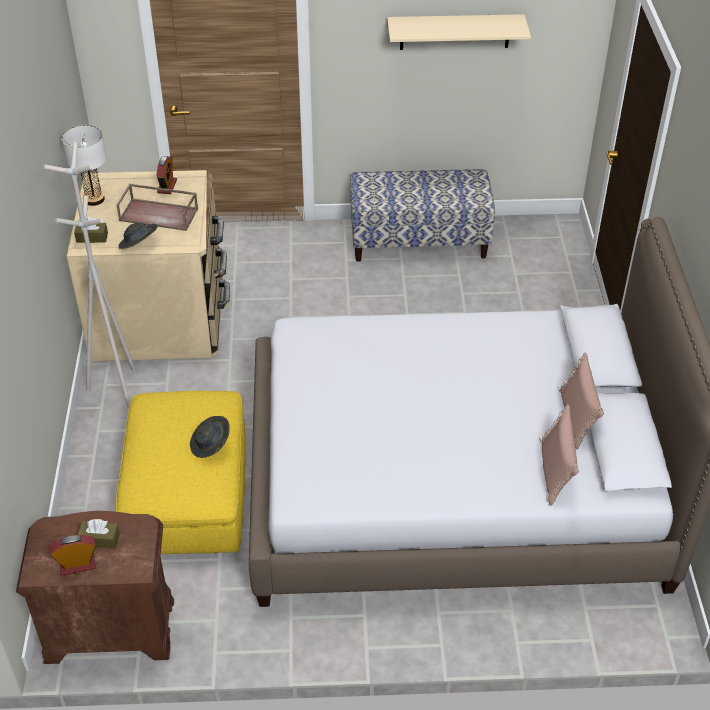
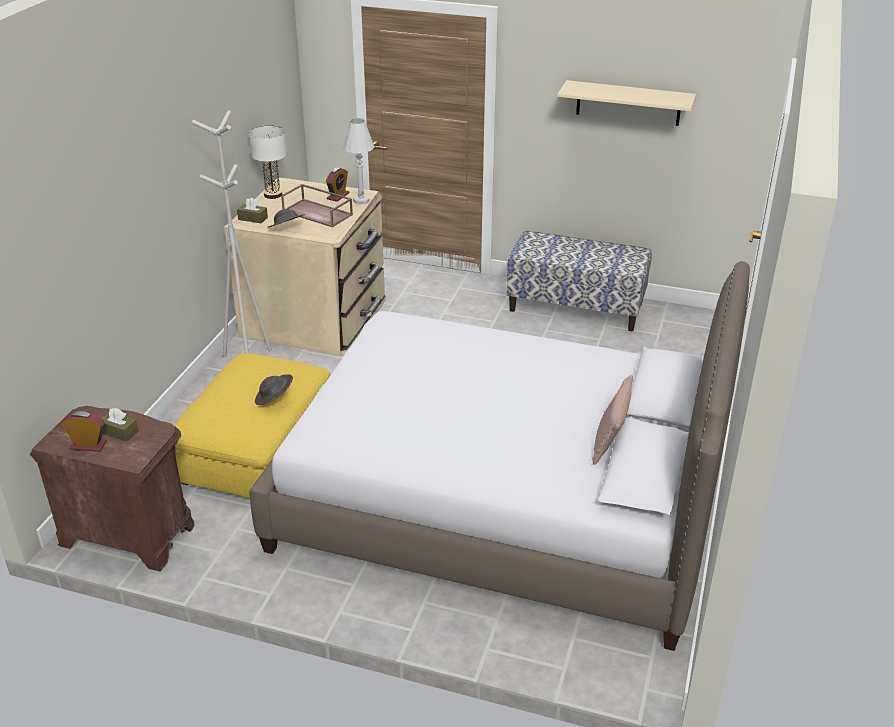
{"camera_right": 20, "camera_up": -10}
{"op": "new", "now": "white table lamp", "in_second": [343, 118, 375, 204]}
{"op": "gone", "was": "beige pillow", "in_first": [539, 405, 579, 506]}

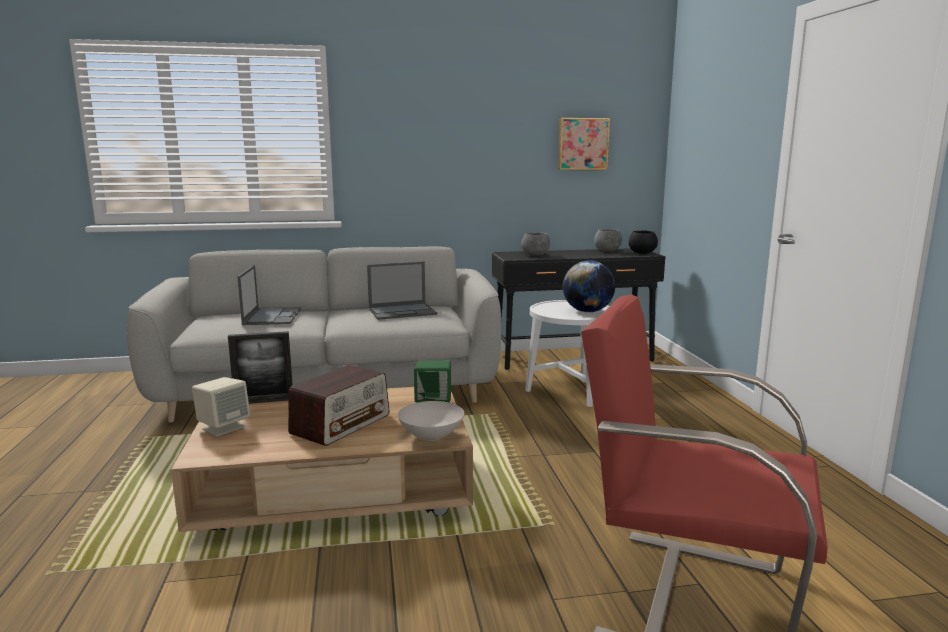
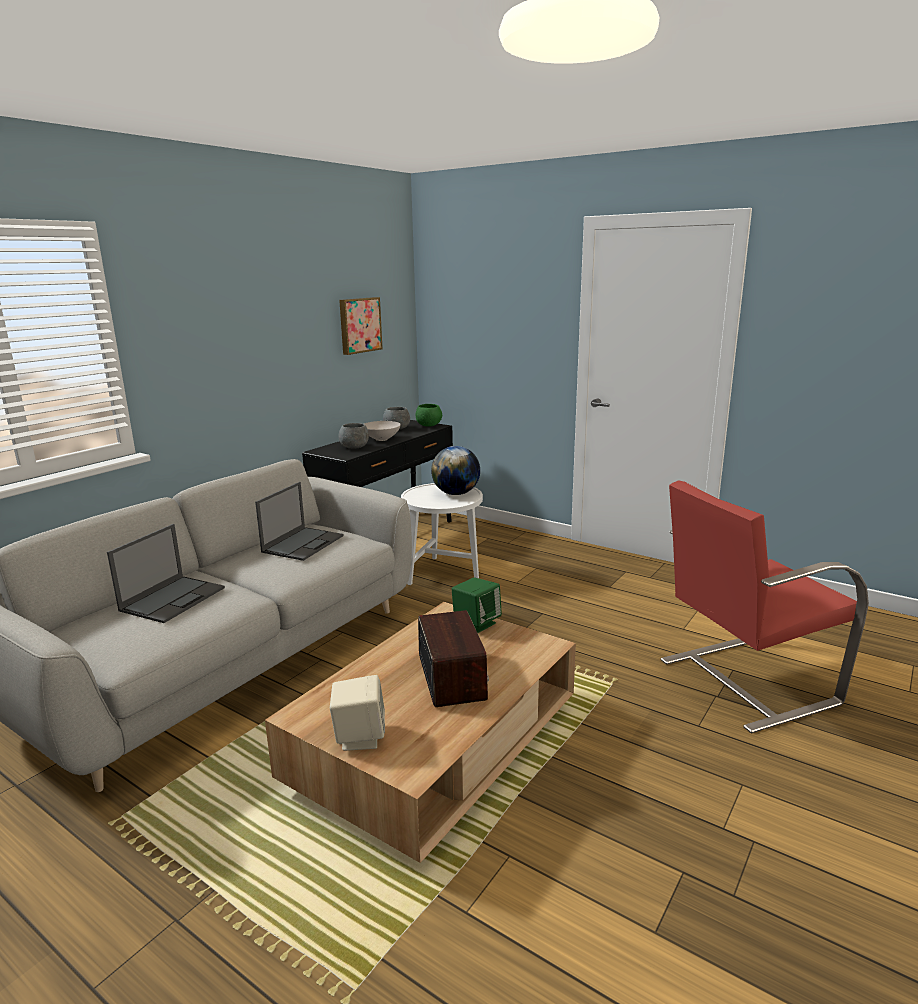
{"camera_right": -45, "camera_up": 5}
{"op": "rotated", "was": "laptop", "in_first": [238, 265, 301, 325], "in_second": [107, 524, 225, 623], "clockwise": 75}
{"op": "shifted", "was": "white bowl", "in_first": [398, 401, 464, 441], "in_second": [364, 421, 401, 441]}
{"op": "repainted", "was": "black bowl", "now": "green bowl", "in_first": [629, 230, 658, 254], "in_second": [416, 404, 442, 427]}
{"op": "gone", "was": "picture frame", "in_first": [228, 331, 293, 404]}

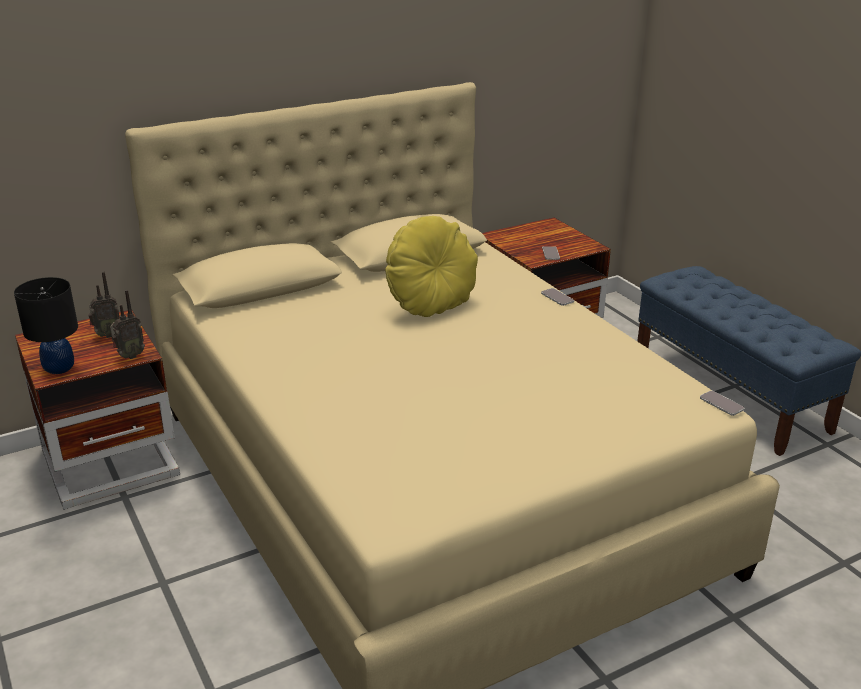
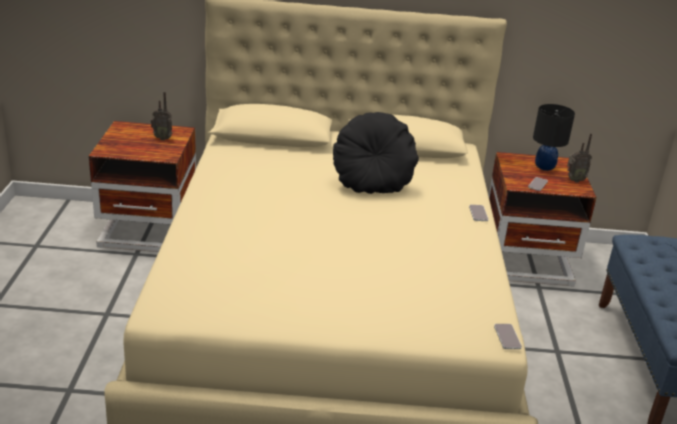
{"camera_right": 30, "camera_up": 0}
{"op": "repainted", "was": "yellow pillow", "now": "black pillow", "in_first": [385, 216, 478, 317], "in_second": [333, 112, 419, 194]}
{"op": "shifted", "was": "black table lamp", "in_first": [14, 277, 78, 374], "in_second": [533, 104, 575, 171]}
{"op": "shifted", "was": "radio", "in_first": [110, 290, 145, 359], "in_second": [567, 133, 592, 182]}

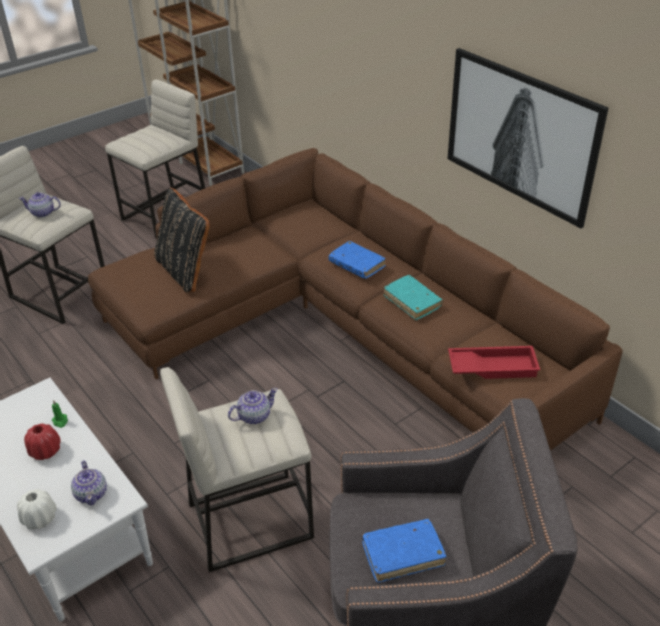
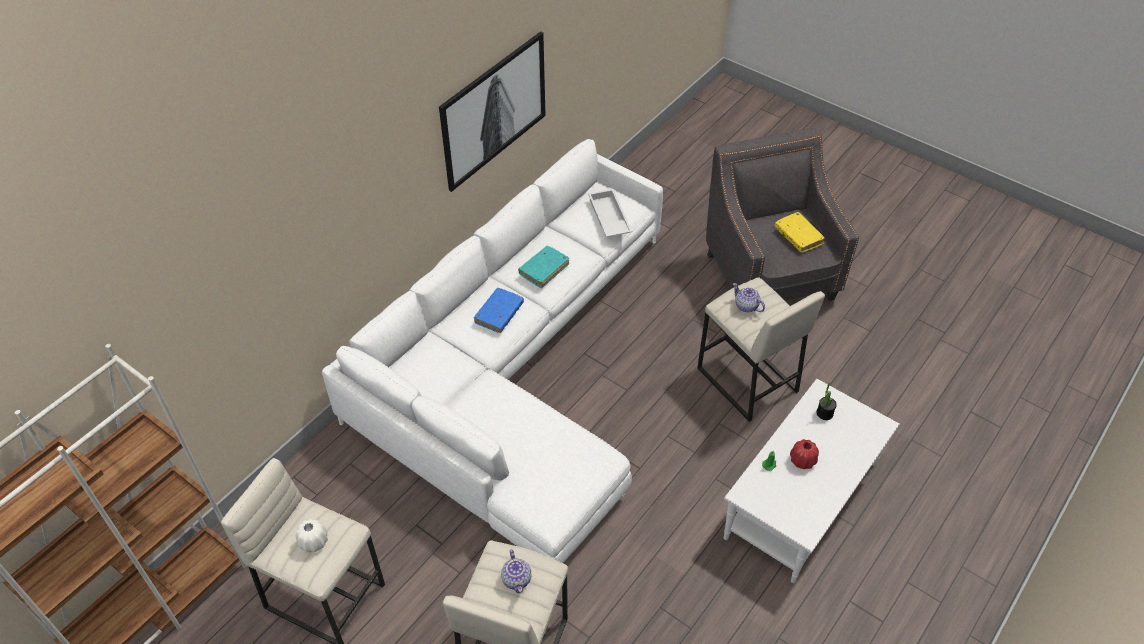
{"camera_right": -105, "camera_up": 10}
{"op": "shifted", "was": "white vase", "in_first": [17, 489, 57, 529], "in_second": [296, 519, 328, 552]}
{"op": "repainted", "was": "brown sofa", "now": "white sofa", "in_first": [88, 148, 623, 451], "in_second": [322, 139, 663, 563]}
{"op": "repainted", "was": "red tray", "now": "white tray", "in_first": [448, 346, 540, 379], "in_second": [588, 189, 632, 237]}
{"op": "repainted", "was": "blue book", "now": "yellow book", "in_first": [362, 519, 447, 583], "in_second": [775, 212, 825, 253]}
{"op": "swapped", "was": "teapot", "now": "potted plant", "in_first": [71, 460, 107, 505], "in_second": [816, 382, 837, 420]}
{"op": "gone", "was": "black pillow", "in_first": [154, 188, 210, 292]}

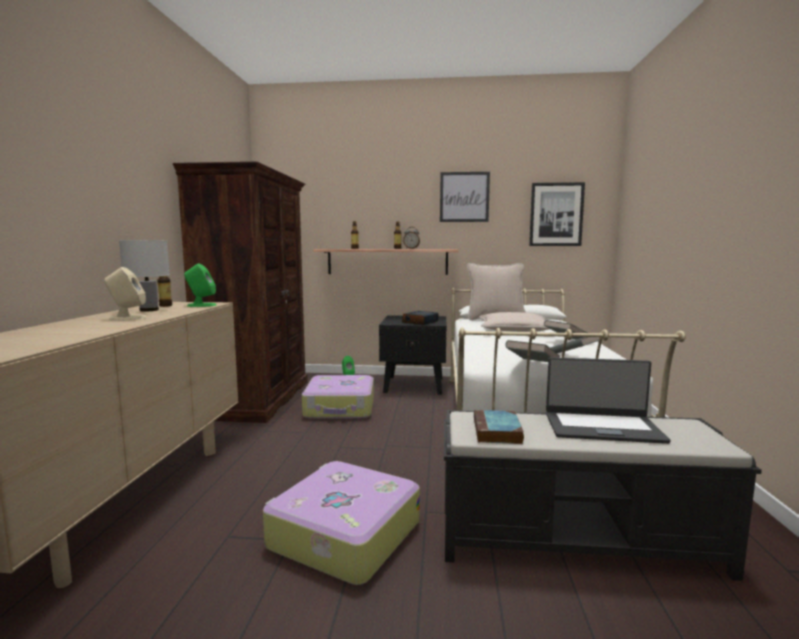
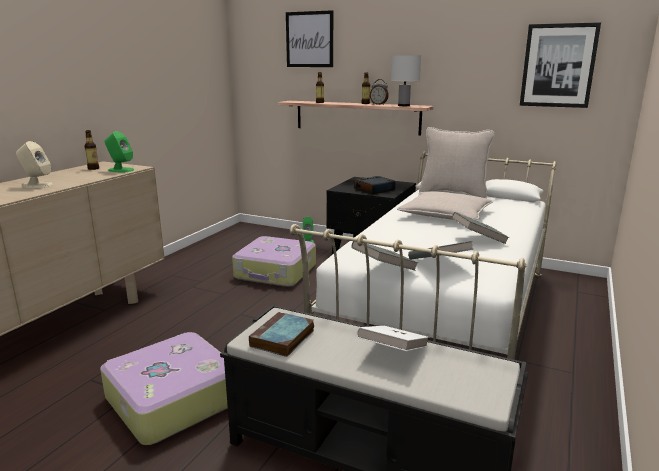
{"camera_right": 20, "camera_up": 10}
{"op": "shifted", "was": "picture", "in_first": [440, 172, 490, 222], "in_second": [286, 10, 333, 67]}
{"op": "swapped", "was": "laptop", "now": "white book", "in_first": [546, 357, 671, 444], "in_second": [357, 326, 429, 351]}
{"op": "shifted", "was": "white table lamp", "in_first": [119, 240, 170, 312], "in_second": [390, 55, 421, 106]}
{"op": "gone", "was": "brown wardrobe", "in_first": [173, 161, 308, 423]}

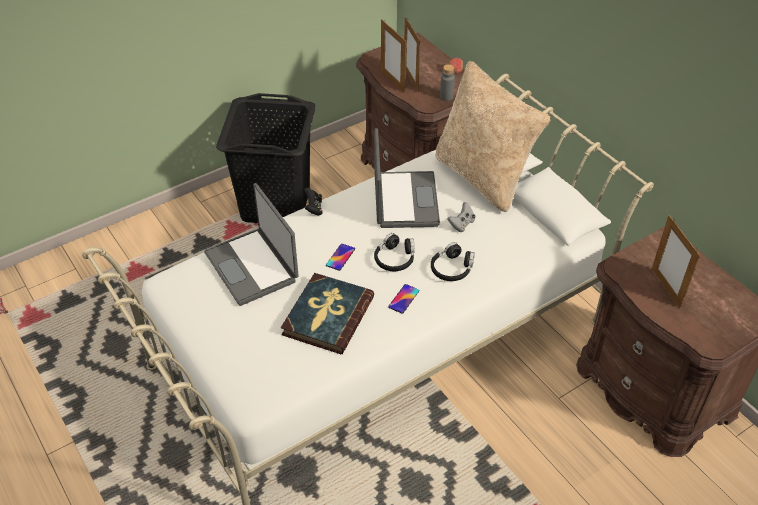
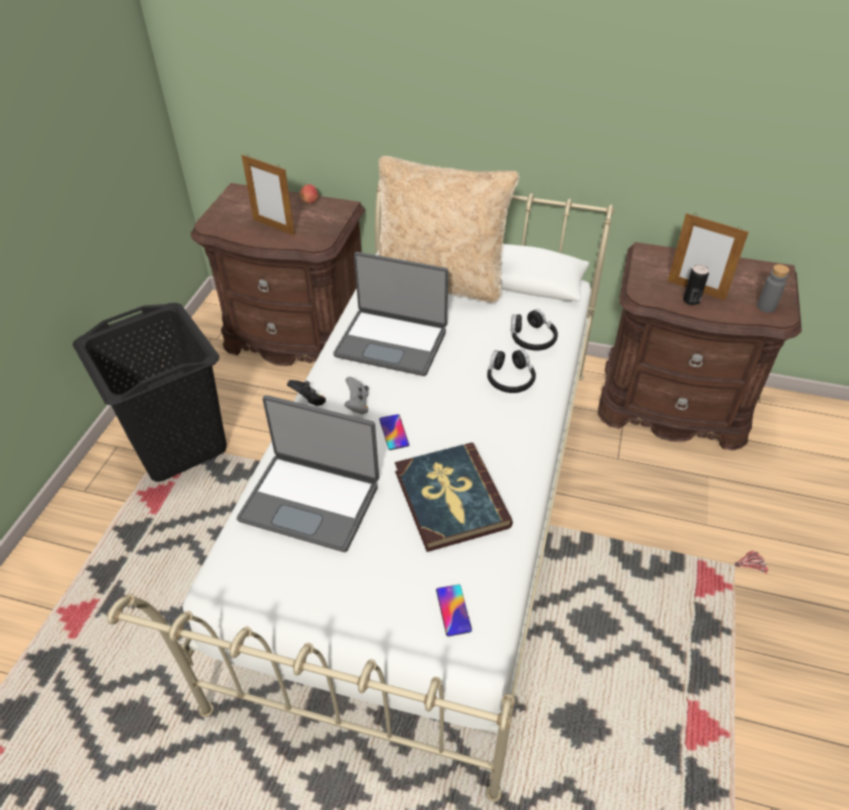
{"camera_right": -40, "camera_up": 0}
{"op": "rotated", "was": "laptop", "in_first": [374, 128, 440, 228], "in_second": [333, 252, 448, 376], "clockwise": 150}
{"op": "shifted", "was": "grey game controller", "in_first": [448, 202, 475, 232], "in_second": [344, 377, 369, 414]}
{"op": "shifted", "was": "phone", "in_first": [388, 284, 419, 314], "in_second": [436, 584, 472, 636]}
{"op": "shifted", "was": "black headphones", "in_first": [374, 233, 415, 271], "in_second": [511, 309, 558, 351]}
{"op": "new", "now": "can", "in_second": [683, 264, 709, 305]}
{"op": "shifted", "was": "grey bottle", "in_first": [440, 64, 455, 101], "in_second": [757, 264, 789, 313]}
{"op": "gone", "was": "picture frame", "in_first": [381, 19, 406, 93]}

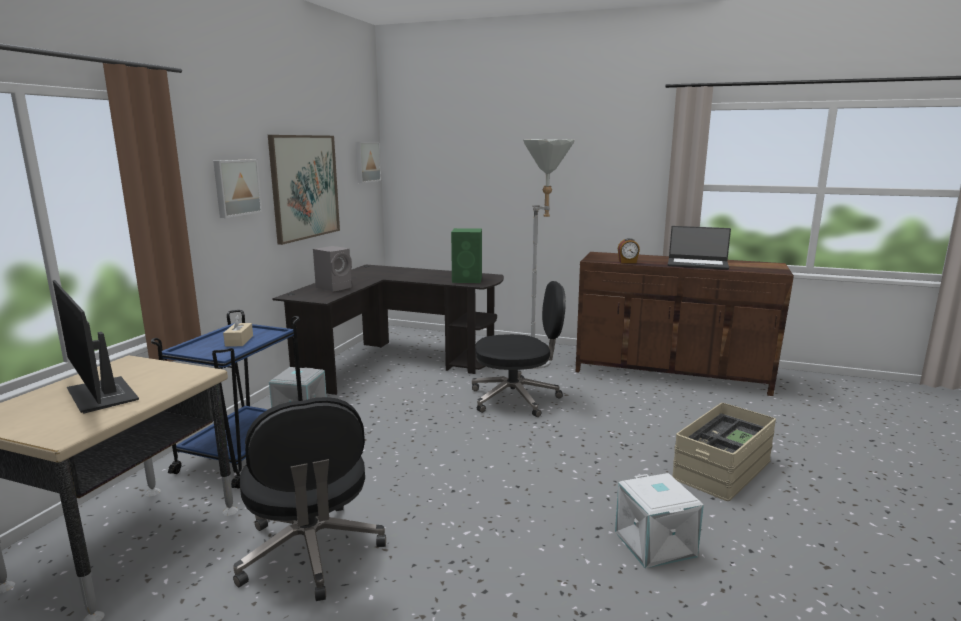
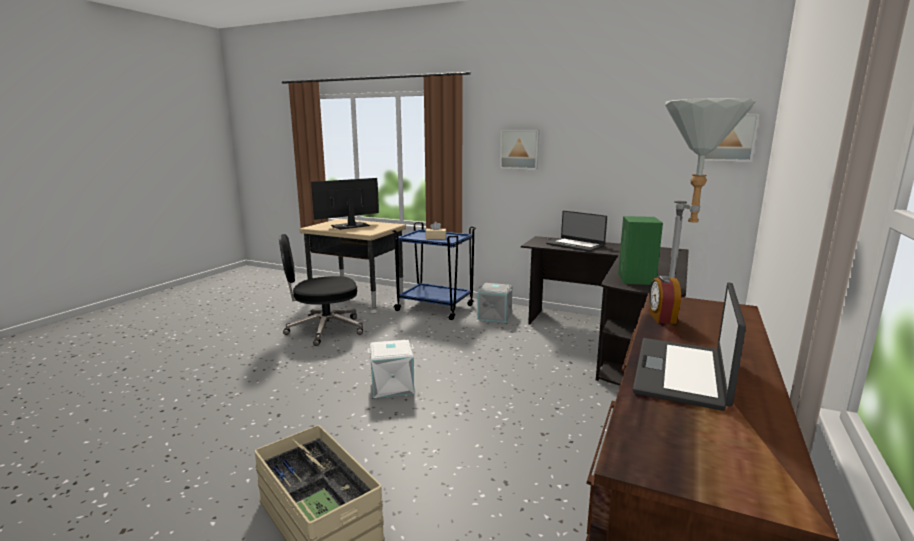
{"camera_right": 95, "camera_up": 0}
{"op": "shifted", "was": "white storage box", "in_first": [615, 473, 704, 568], "in_second": [368, 340, 414, 398]}
{"op": "swapped", "was": "grey speaker", "now": "laptop", "in_first": [313, 246, 352, 292], "in_second": [546, 211, 607, 252]}
{"op": "gone", "was": "picture", "in_first": [268, 135, 340, 245]}
{"op": "gone", "was": "black office chair", "in_first": [472, 281, 566, 417]}

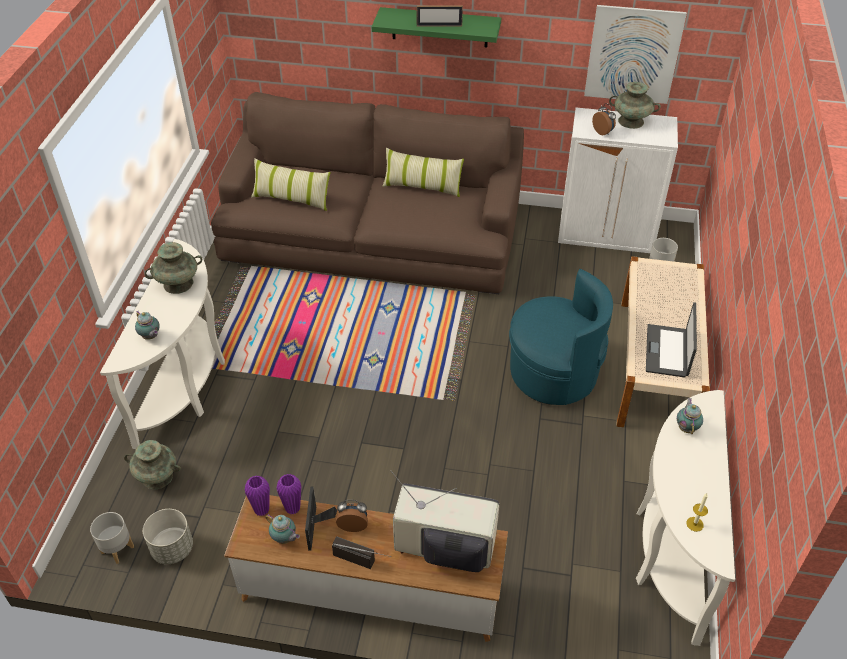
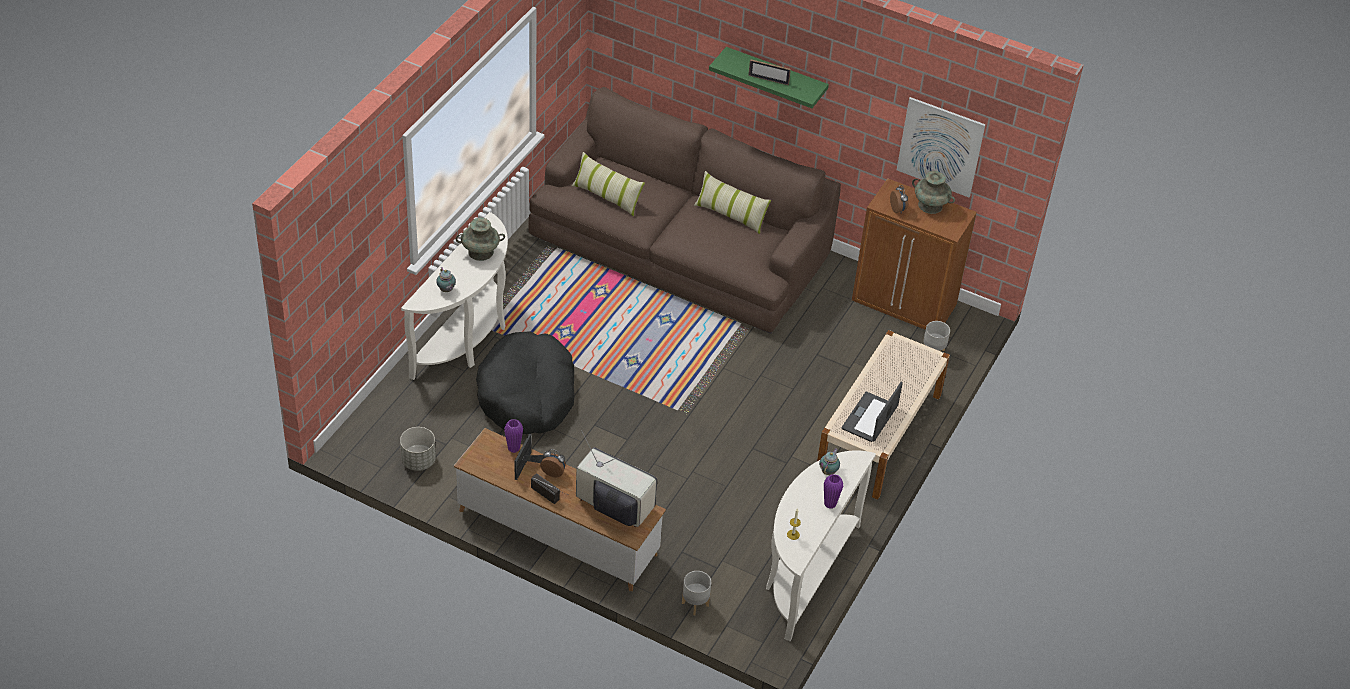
{"camera_right": 15, "camera_up": 0}
{"op": "new", "now": "black dog bed", "in_second": [476, 331, 575, 434]}
{"op": "shifted", "was": "grey planter", "in_first": [90, 512, 134, 564], "in_second": [682, 571, 711, 615]}
{"op": "shifted", "was": "purple vase", "in_first": [245, 476, 270, 516], "in_second": [824, 474, 843, 509]}
{"op": "repainted", "was": "white cabinet", "now": "brown cabinet", "in_first": [558, 107, 678, 253], "in_second": [852, 179, 977, 330]}
{"op": "gone", "was": "turquoise vase", "in_first": [124, 440, 181, 489]}
{"op": "gone", "was": "teapot", "in_first": [265, 514, 300, 544]}
{"op": "gone", "was": "turquoise armchair", "in_first": [509, 269, 613, 405]}

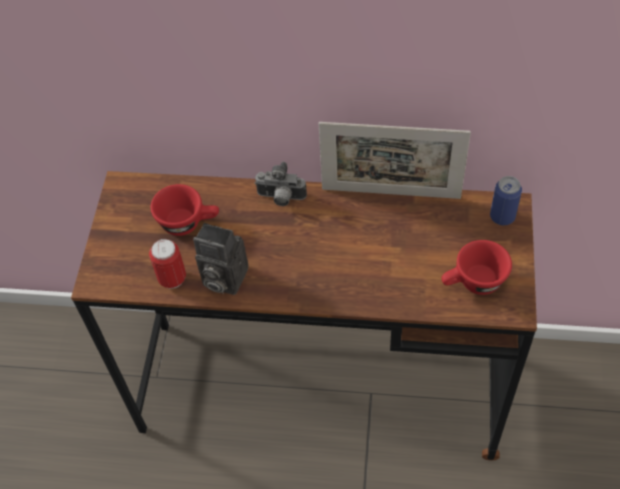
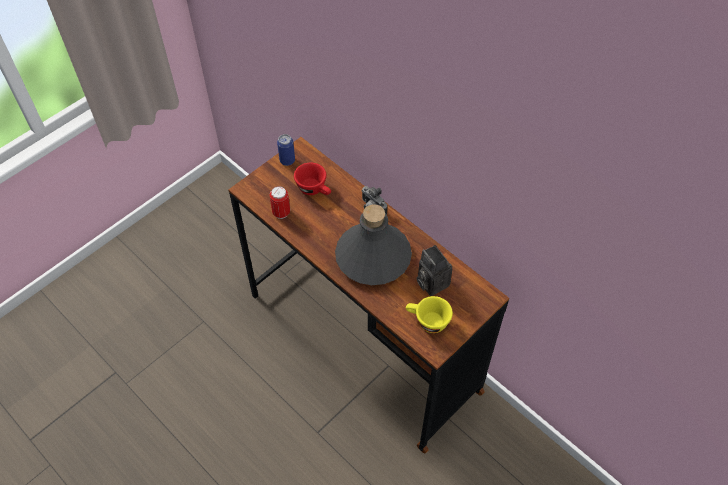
{"camera_right": 35, "camera_up": 0}
{"op": "shifted", "was": "can", "in_first": [490, 176, 522, 225], "in_second": [277, 134, 295, 166]}
{"op": "new", "now": "grey bottle", "in_second": [335, 204, 412, 285]}
{"op": "repainted", "was": "red cup", "now": "yellow cup", "in_first": [442, 240, 512, 295], "in_second": [406, 296, 453, 333]}
{"op": "shifted", "was": "photo camera", "in_first": [193, 223, 249, 295], "in_second": [417, 245, 452, 296]}
{"op": "gone", "was": "picture frame", "in_first": [319, 122, 471, 199]}

